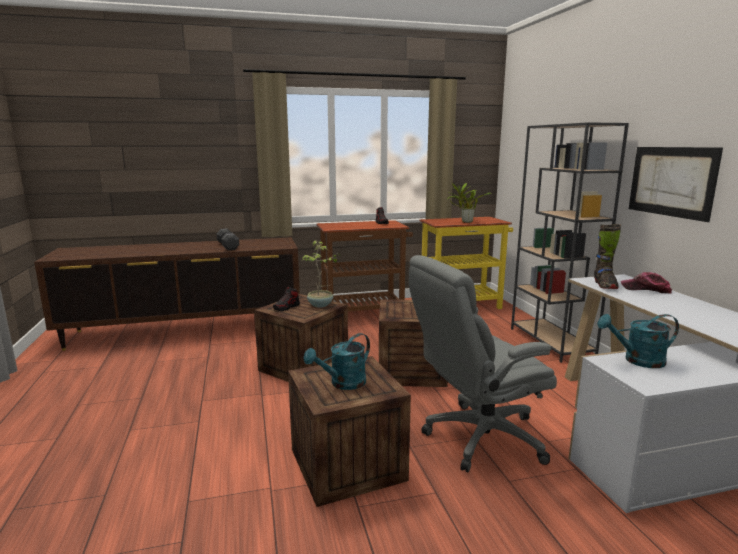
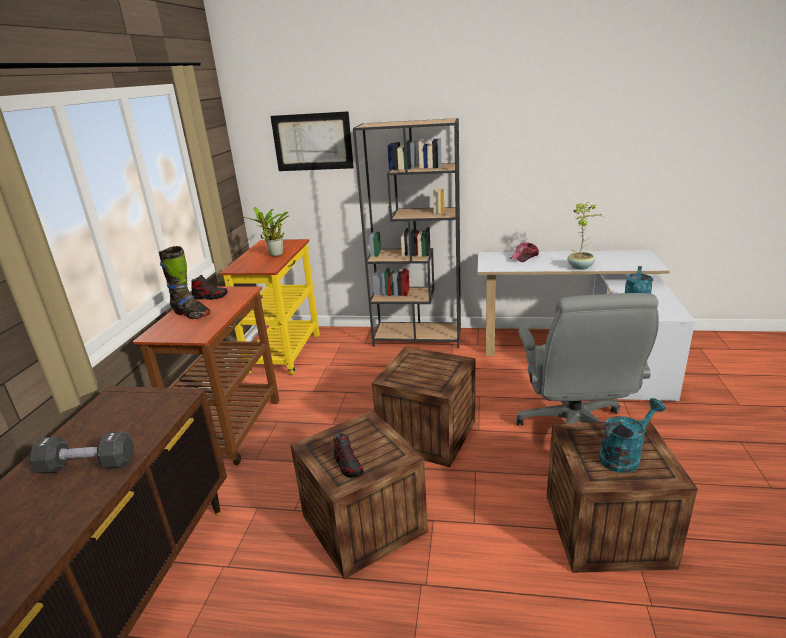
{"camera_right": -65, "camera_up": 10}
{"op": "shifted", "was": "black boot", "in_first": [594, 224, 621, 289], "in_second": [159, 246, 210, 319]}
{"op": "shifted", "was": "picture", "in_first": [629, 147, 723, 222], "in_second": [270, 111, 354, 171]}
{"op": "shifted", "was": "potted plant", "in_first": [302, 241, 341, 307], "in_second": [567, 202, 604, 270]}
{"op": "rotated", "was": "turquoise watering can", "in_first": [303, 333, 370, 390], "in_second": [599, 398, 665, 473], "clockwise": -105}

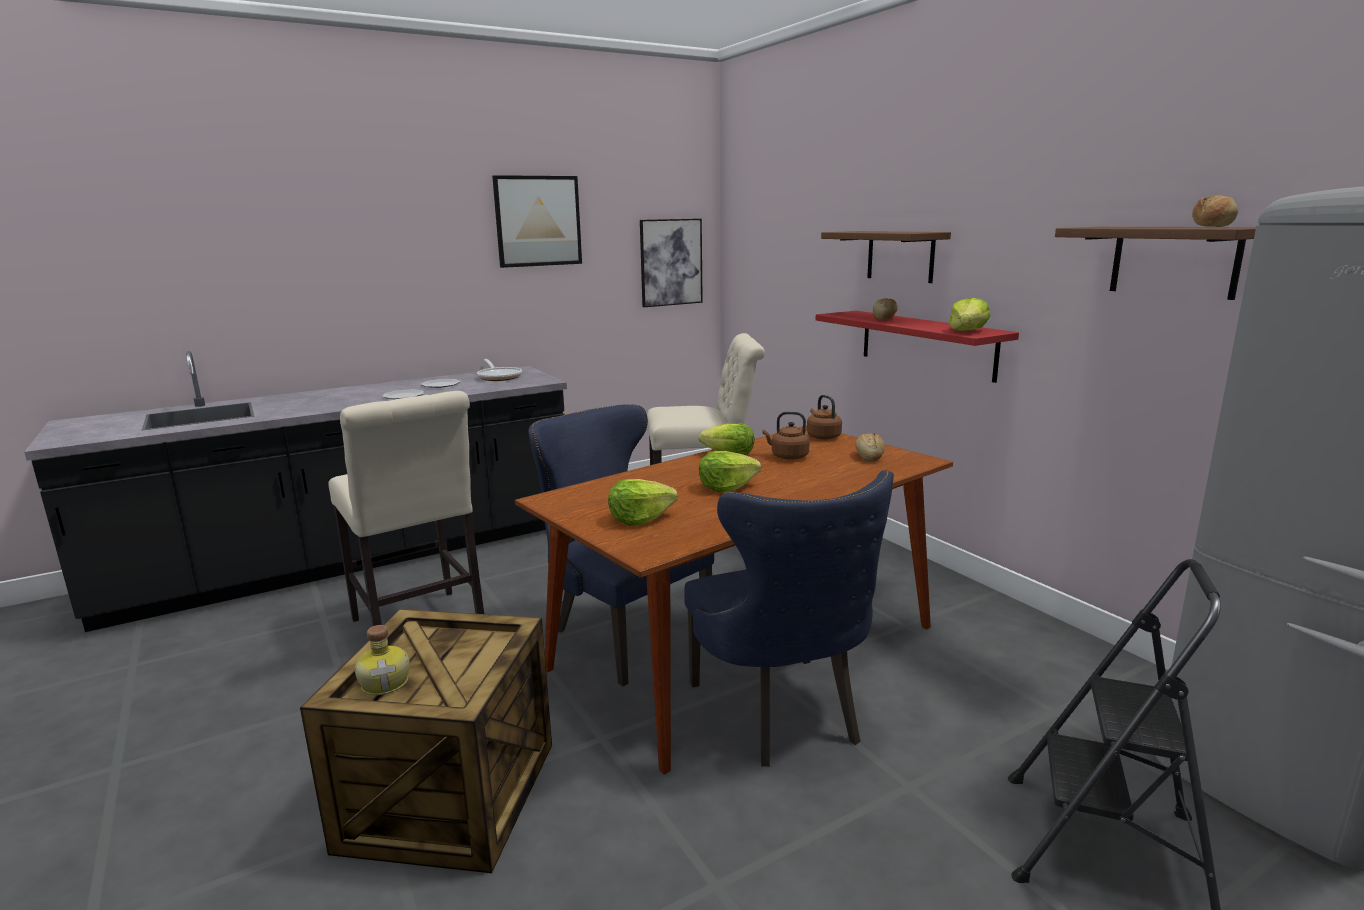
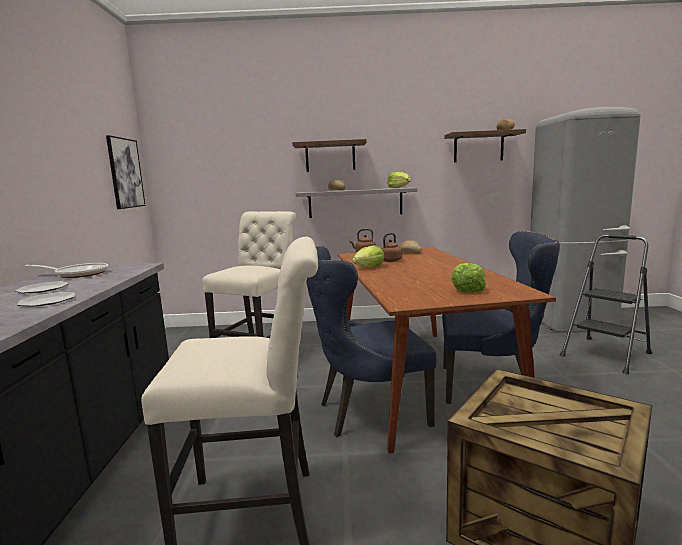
{"camera_right": -60, "camera_up": -5}
{"op": "repainted", "was": "red shelf", "now": "grey shelf", "in_first": [816, 311, 1019, 383], "in_second": [296, 187, 417, 218]}
{"op": "gone", "was": "bottle", "in_first": [355, 625, 410, 695]}
{"op": "gone", "was": "picture", "in_first": [492, 175, 582, 268]}
{"op": "gone", "was": "lettuce", "in_first": [699, 451, 761, 492]}

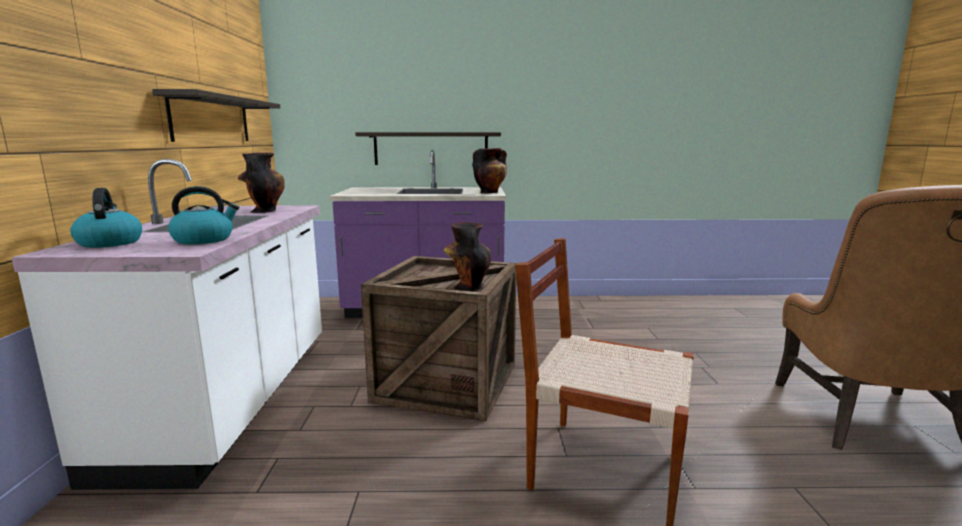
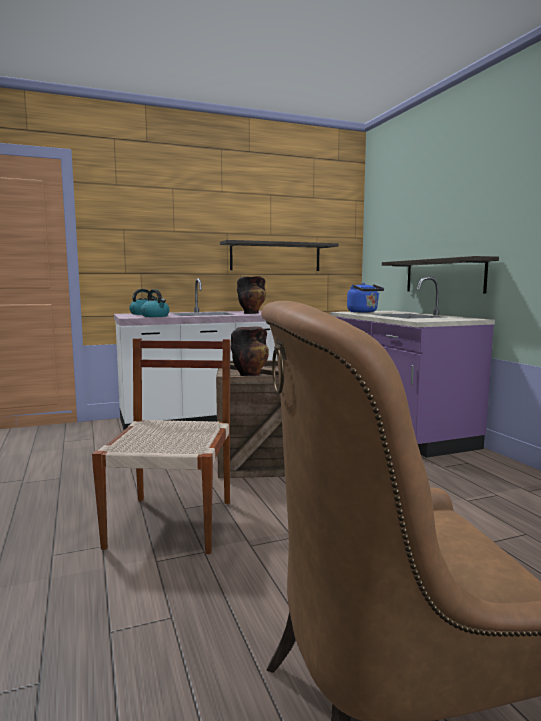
{"camera_right": 70, "camera_up": -5}
{"op": "new", "now": "blue kettle", "in_second": [347, 282, 384, 313]}
{"op": "gone", "was": "vase", "in_first": [472, 148, 507, 193]}

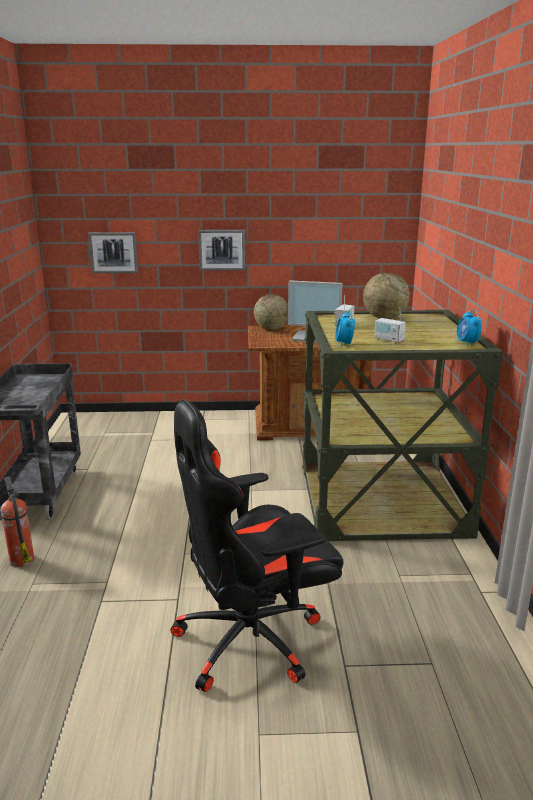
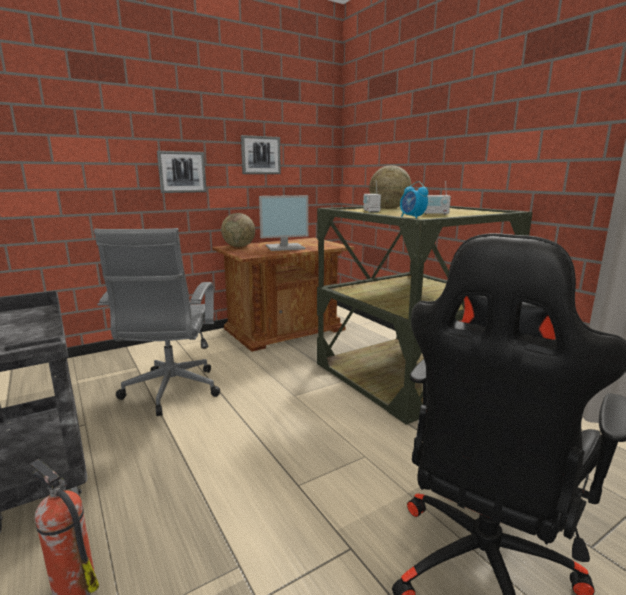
{"camera_right": -30, "camera_up": -5}
{"op": "new", "now": "grey office chair", "in_second": [94, 228, 220, 416]}
{"op": "shifted", "was": "picture", "in_first": [88, 232, 138, 273], "in_second": [241, 135, 281, 174]}
{"op": "gone", "was": "alarm clock", "in_first": [457, 309, 482, 346]}

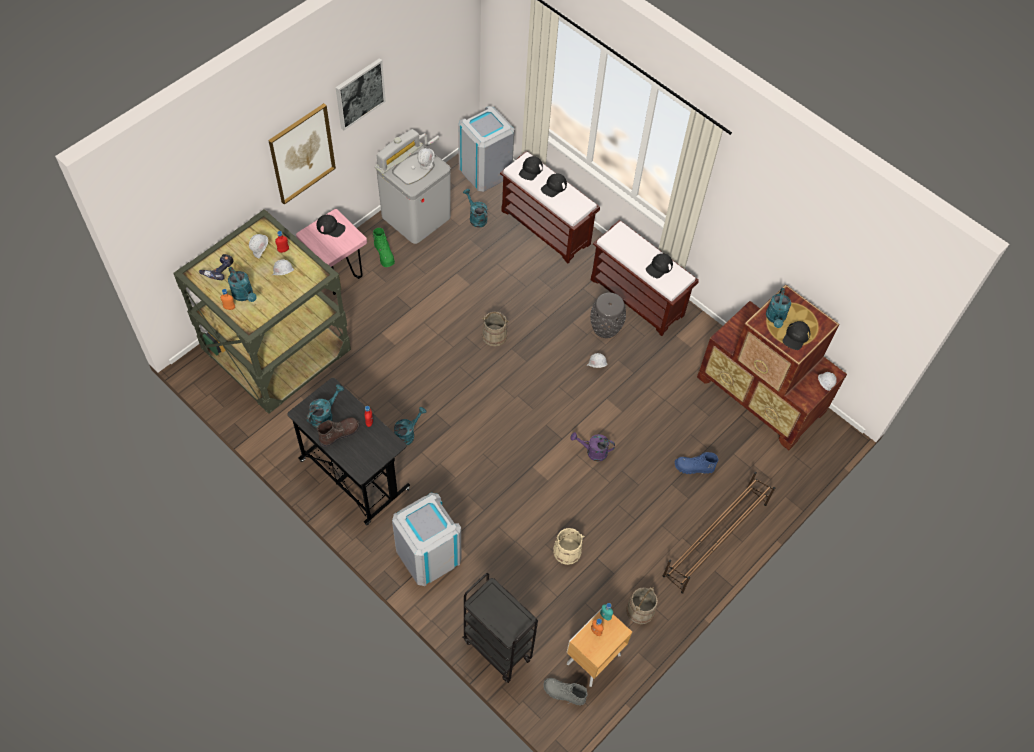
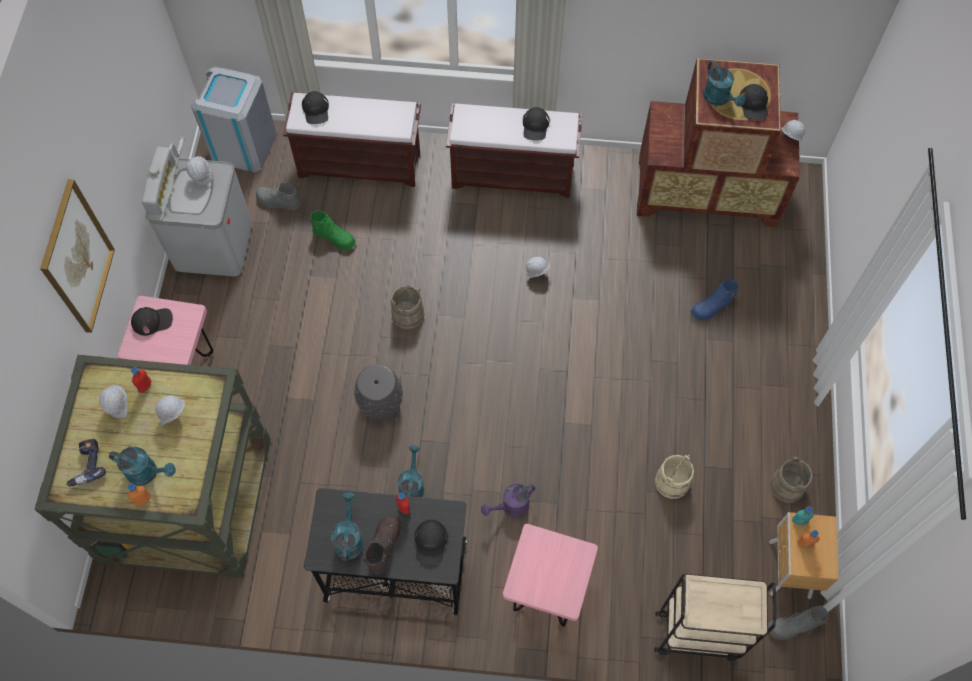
{"camera_right": -35, "camera_up": 5}
{"op": "swapped", "was": "turquoise watering can", "now": "grey boot", "in_first": [463, 189, 488, 228], "in_second": [256, 183, 300, 210]}
{"op": "shifted", "was": "green boot", "in_first": [372, 228, 395, 267], "in_second": [310, 210, 356, 251]}
{"op": "shifted", "was": "grey stool", "in_first": [590, 293, 626, 338], "in_second": [354, 364, 403, 421]}
{"op": "shifted", "was": "black cap", "in_first": [541, 173, 567, 197], "in_second": [414, 520, 448, 566]}
{"op": "shifted", "was": "purple watering can", "in_first": [570, 432, 615, 461], "in_second": [481, 484, 535, 517]}
{"op": "swapped", "was": "grey trash can", "now": "pink stool", "in_first": [392, 493, 461, 586], "in_second": [503, 524, 598, 627]}
{"op": "repainted", "was": "black cart", "now": "beige cart", "in_first": [462, 573, 538, 683], "in_second": [654, 574, 776, 661]}
{"op": "gone", "was": "picture", "in_first": [336, 58, 386, 130]}
{"op": "gone", "was": "brown shoe rack", "in_first": [663, 472, 775, 594]}

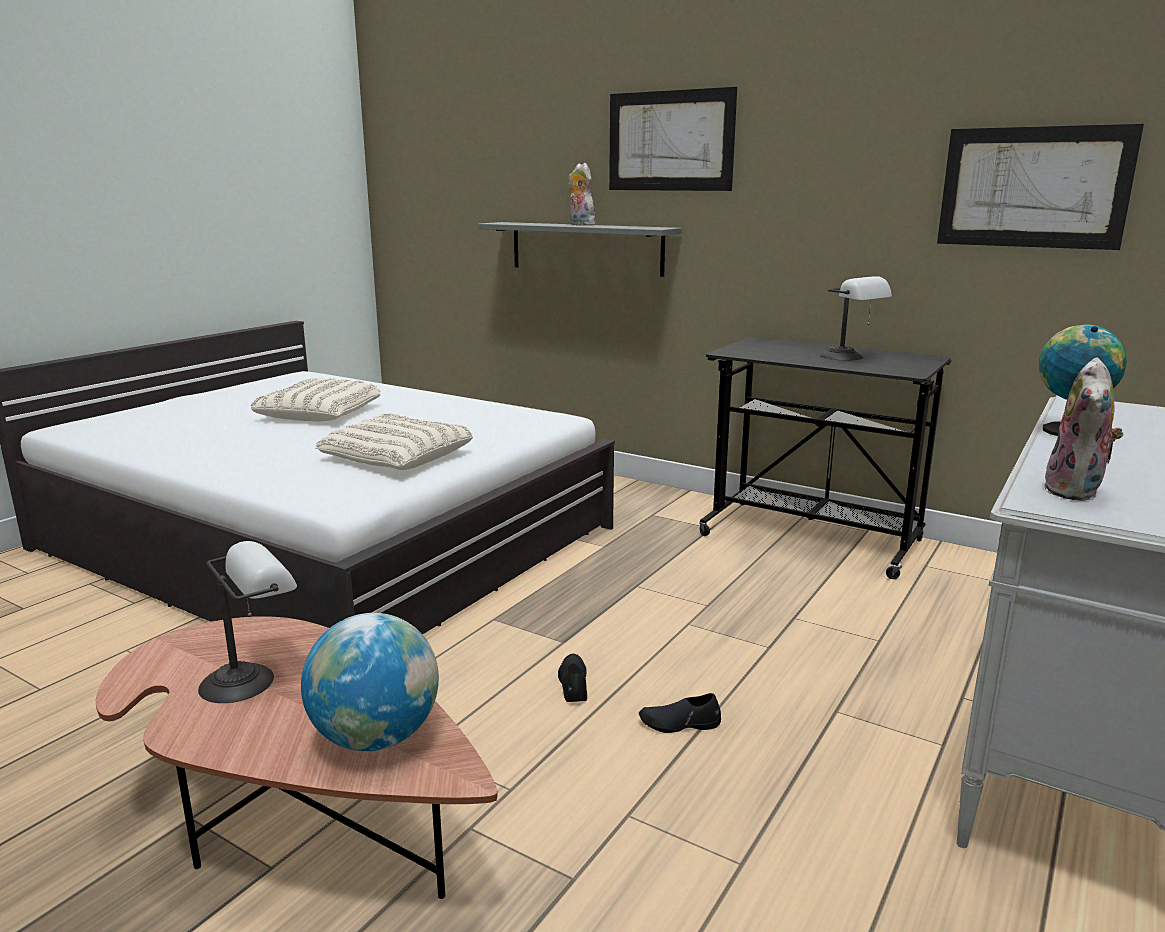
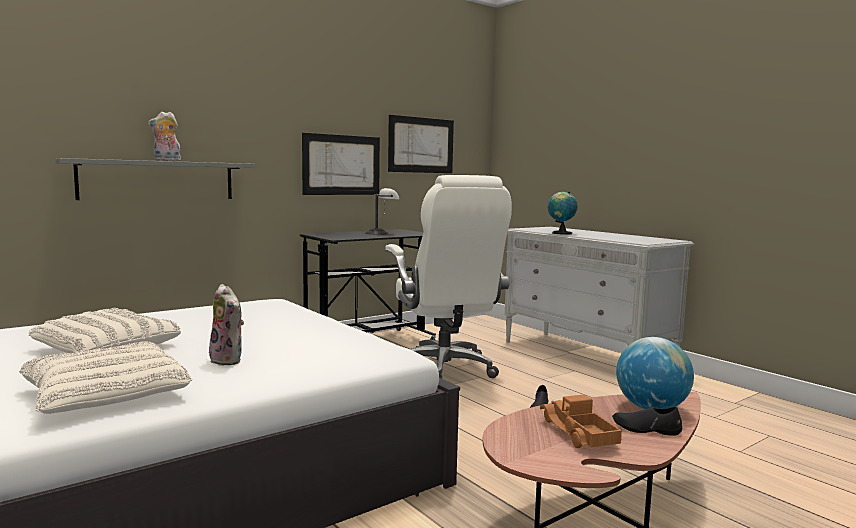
{"camera_right": -70, "camera_up": -10}
{"op": "shifted", "was": "beige pillow", "in_first": [315, 413, 473, 470], "in_second": [19, 341, 192, 414]}
{"op": "shifted", "was": "plush toy", "in_first": [1043, 357, 1124, 501], "in_second": [209, 284, 244, 366]}
{"op": "shifted", "was": "picture", "in_first": [609, 87, 737, 191], "in_second": [302, 133, 380, 195]}
{"op": "new", "now": "white office chair", "in_second": [385, 175, 512, 379]}
{"op": "swapped", "was": "table lamp", "now": "toy truck", "in_first": [198, 541, 297, 703], "in_second": [540, 394, 622, 448]}
{"op": "shifted", "was": "black shoe", "in_first": [558, 654, 587, 702], "in_second": [612, 407, 682, 436]}

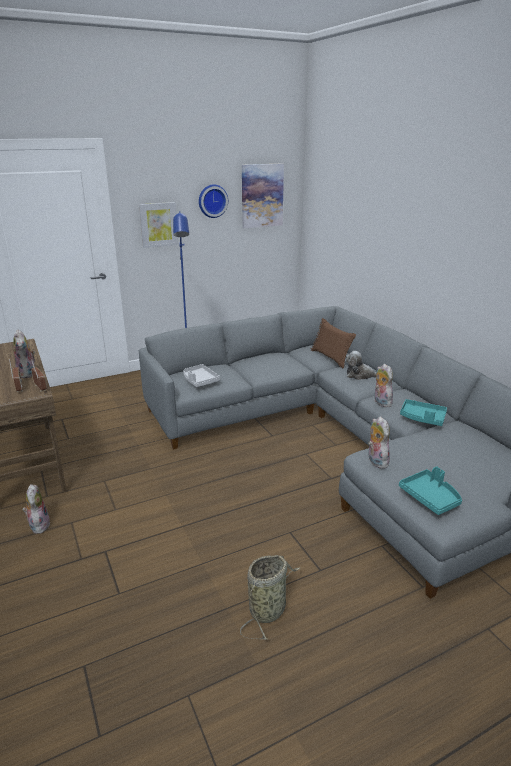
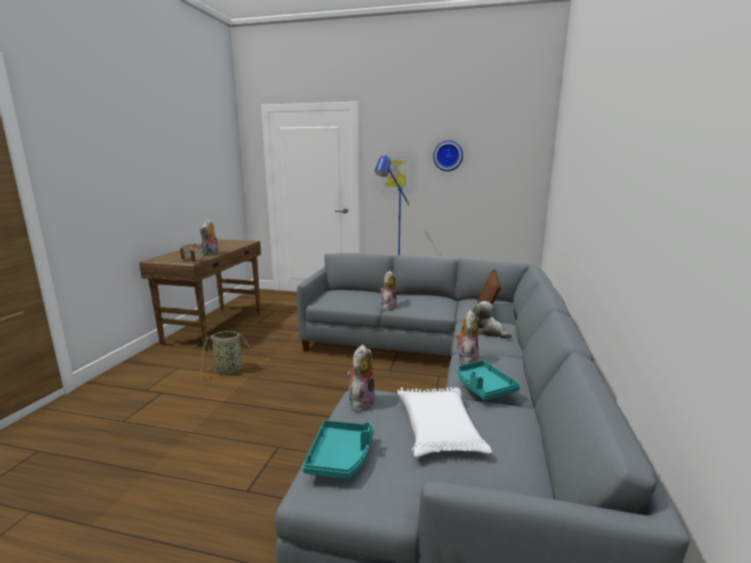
{"camera_right": 40, "camera_up": -10}
{"op": "shifted", "was": "basket", "in_first": [240, 555, 300, 640], "in_second": [199, 331, 269, 374]}
{"op": "shifted", "was": "plush toy", "in_first": [23, 484, 50, 534], "in_second": [380, 271, 397, 311]}
{"op": "new", "now": "white pillow", "in_second": [397, 387, 492, 457]}
{"op": "gone", "was": "grey tray", "in_first": [183, 364, 220, 387]}
{"op": "gone", "was": "picture", "in_first": [242, 163, 284, 228]}

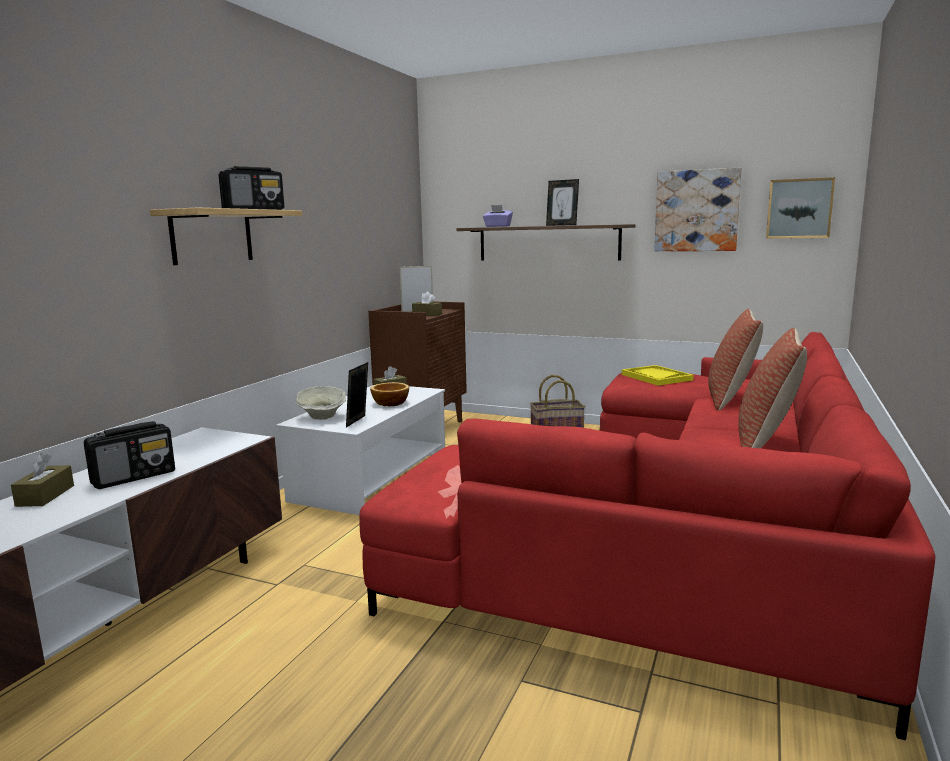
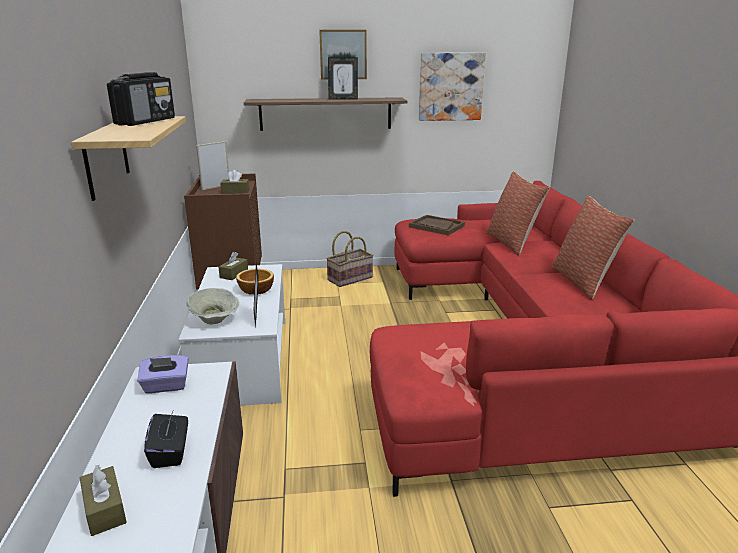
{"camera_right": -30, "camera_up": 10}
{"op": "shifted", "was": "purple tissue box", "in_first": [483, 205, 513, 227], "in_second": [137, 355, 189, 394]}
{"op": "swapped", "was": "radio", "now": "black tissue box", "in_first": [84, 421, 175, 489], "in_second": [144, 412, 188, 468]}
{"op": "shifted", "was": "picture", "in_first": [766, 177, 835, 239], "in_second": [319, 30, 367, 79]}
{"op": "repainted", "was": "yellow tray", "now": "brown tray", "in_first": [622, 365, 694, 386], "in_second": [409, 215, 465, 235]}

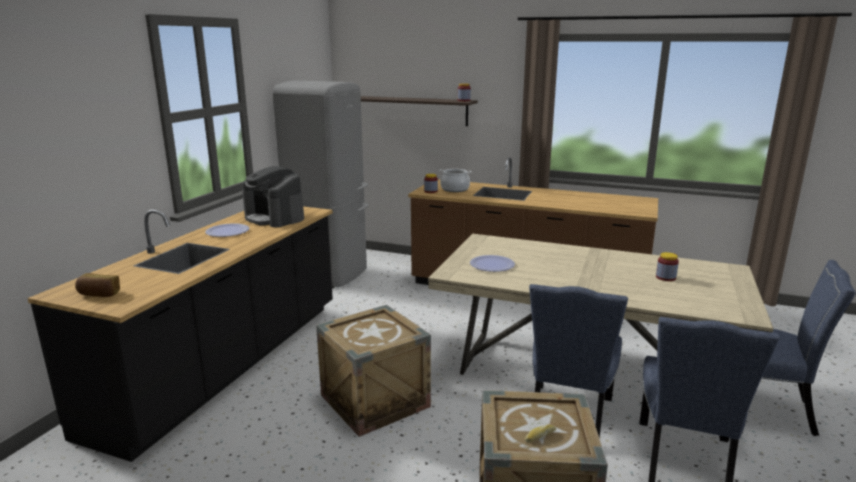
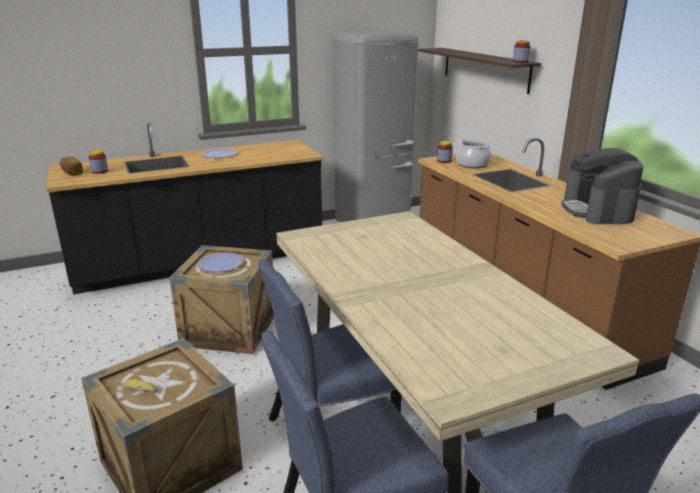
{"camera_right": 45, "camera_up": 5}
{"op": "shifted", "was": "jar", "in_first": [656, 252, 679, 281], "in_second": [89, 150, 108, 174]}
{"op": "shifted", "was": "plate", "in_first": [470, 255, 515, 272], "in_second": [198, 253, 243, 272]}
{"op": "shifted", "was": "coffee machine", "in_first": [242, 166, 304, 227], "in_second": [561, 148, 643, 224]}

